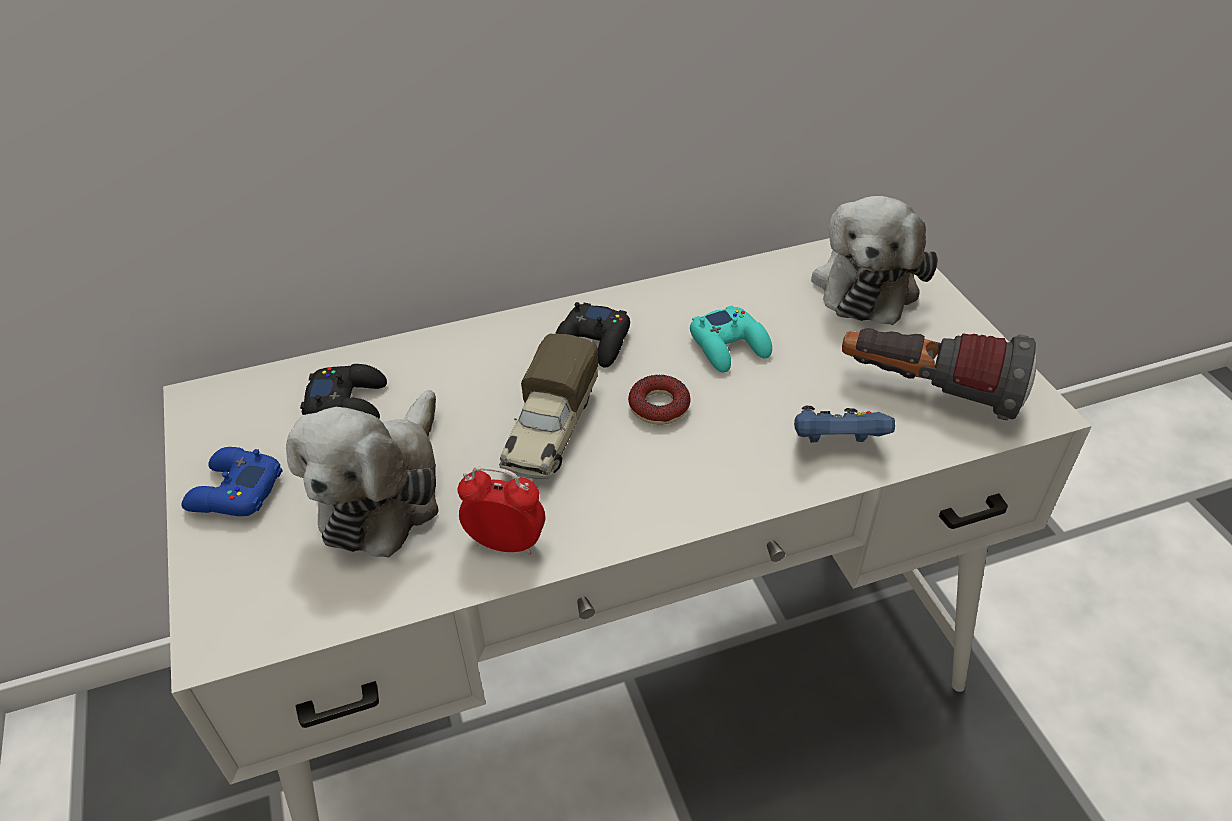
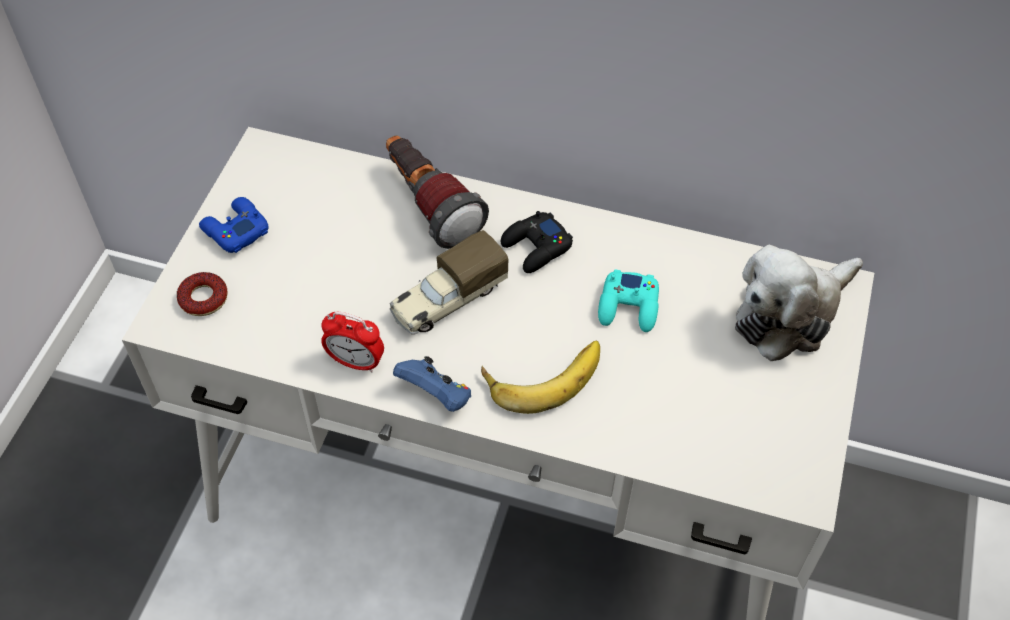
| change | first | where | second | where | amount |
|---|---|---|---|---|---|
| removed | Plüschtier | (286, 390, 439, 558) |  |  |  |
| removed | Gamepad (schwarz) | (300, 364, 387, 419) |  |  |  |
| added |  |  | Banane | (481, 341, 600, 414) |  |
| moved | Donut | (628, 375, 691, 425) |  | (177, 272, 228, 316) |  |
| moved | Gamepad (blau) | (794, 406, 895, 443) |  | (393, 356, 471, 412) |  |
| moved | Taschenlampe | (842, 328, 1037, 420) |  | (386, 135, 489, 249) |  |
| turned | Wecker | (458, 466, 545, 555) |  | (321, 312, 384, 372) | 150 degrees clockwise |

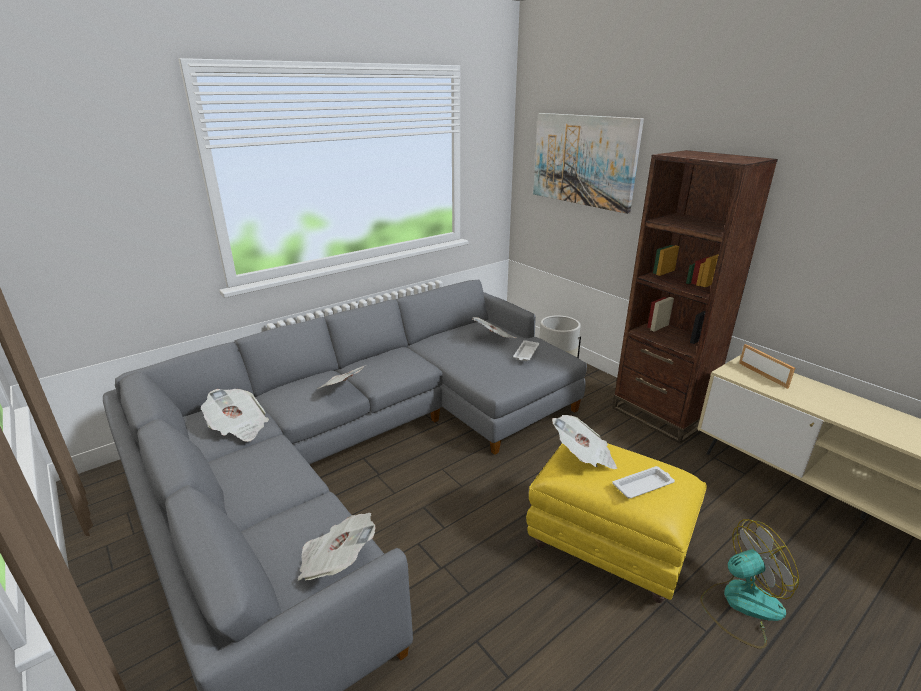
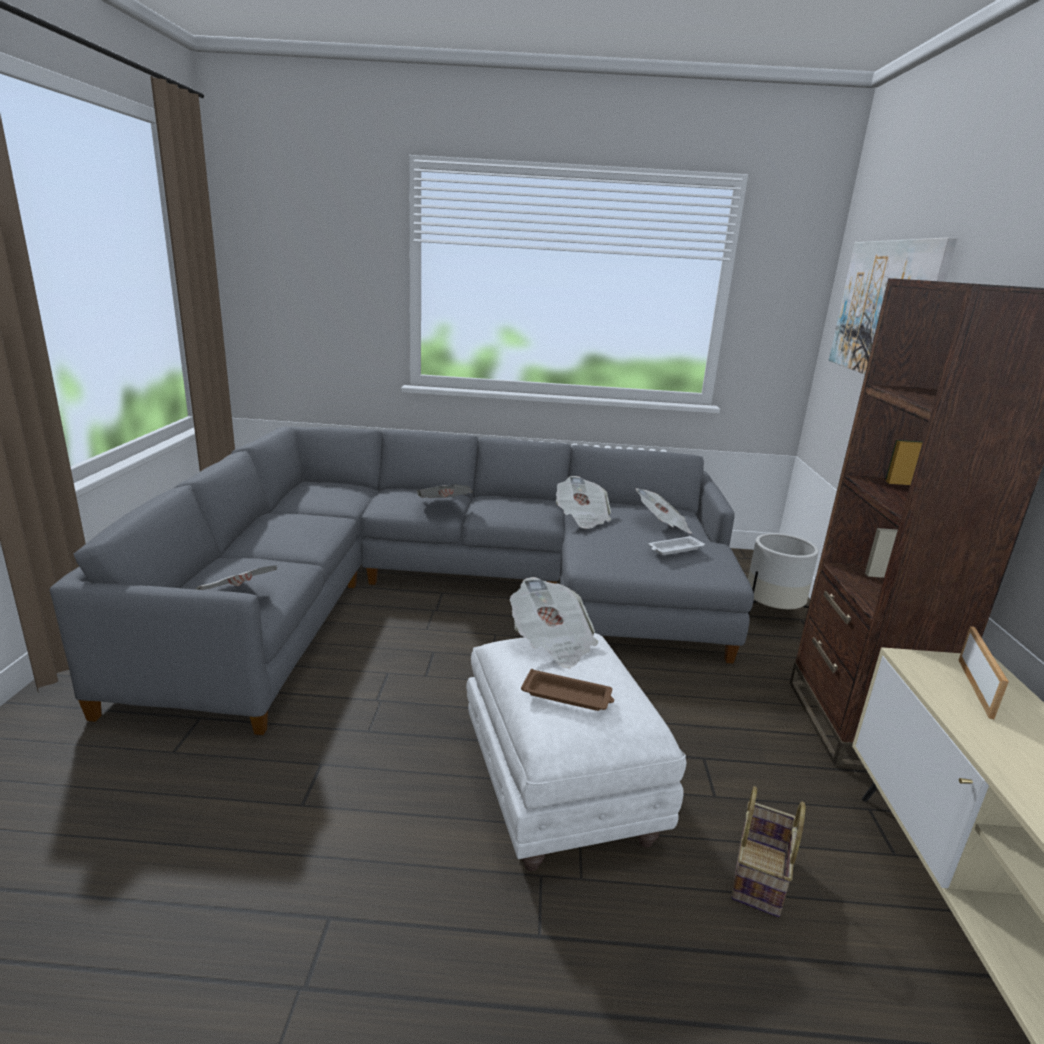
| change | first | where | second | where | amount |
|---|---|---|---|---|---|
| removed | Ventilator | (700, 519, 799, 649) |  |  |  |
| added |  |  | Korb | (731, 786, 806, 917) |  |
| moved | Zeitung | (201, 389, 269, 442) |  | (556, 476, 611, 529) |  |
| recoloured | Polsterhocker (gelb) | (526, 443, 707, 603) | Polsterhocker (weiß) | (466, 633, 686, 871) |  |
| recoloured | Tablett (weiß) | (612, 466, 675, 499) | Tablett (braun) | (521, 669, 614, 711) |  |

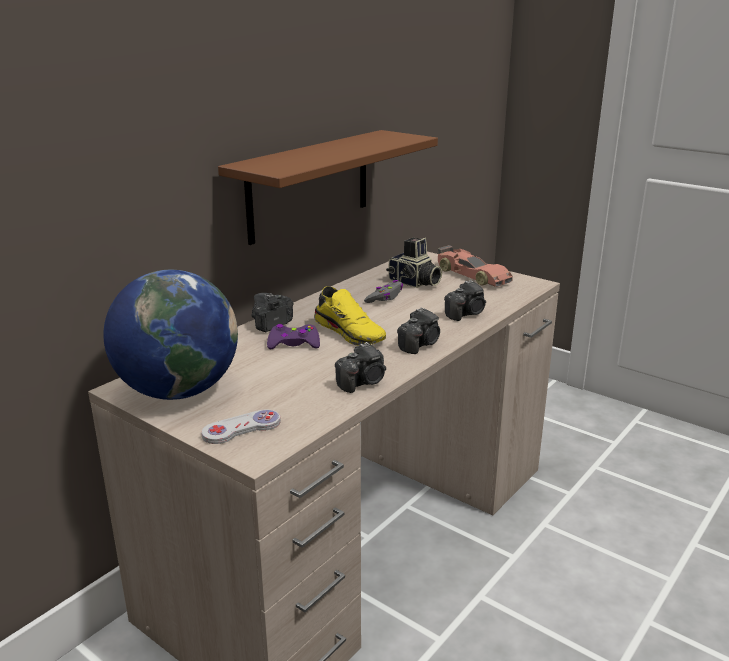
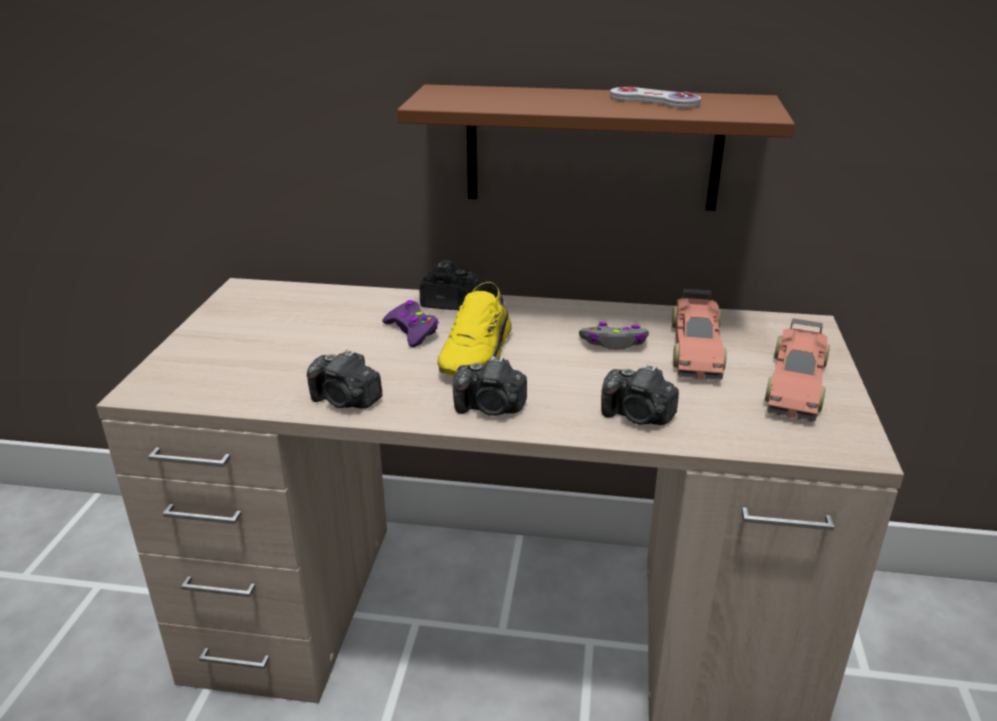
| change | first | where | second | where | amount |
|---|---|---|---|---|---|
| removed | Globus | (103, 270, 238, 400) |  |  |  |
| moved | Gamepad (weiß) | (201, 409, 281, 444) |  | (610, 86, 701, 108) |  |
| replaced | Kamera | (386, 238, 442, 288) | Spielzeugauto | (672, 289, 727, 381) |  |

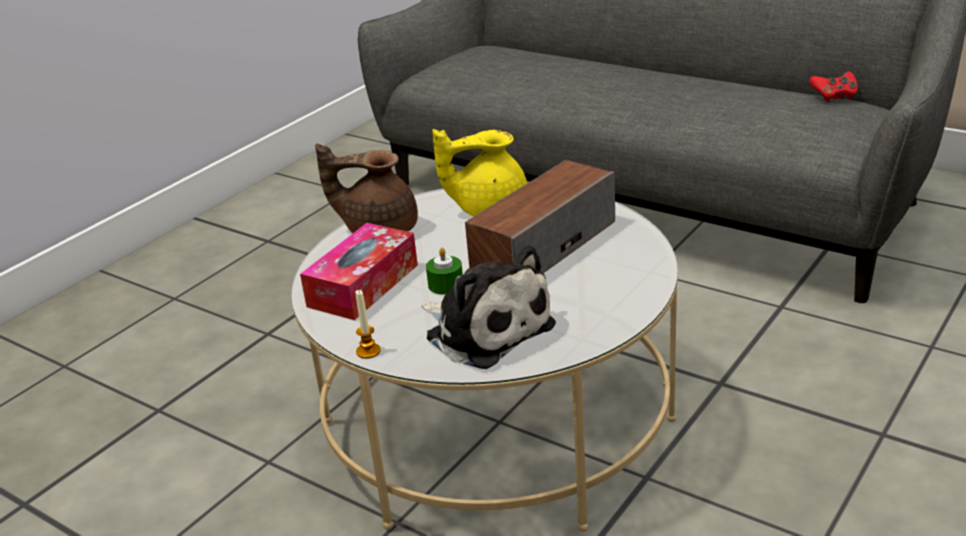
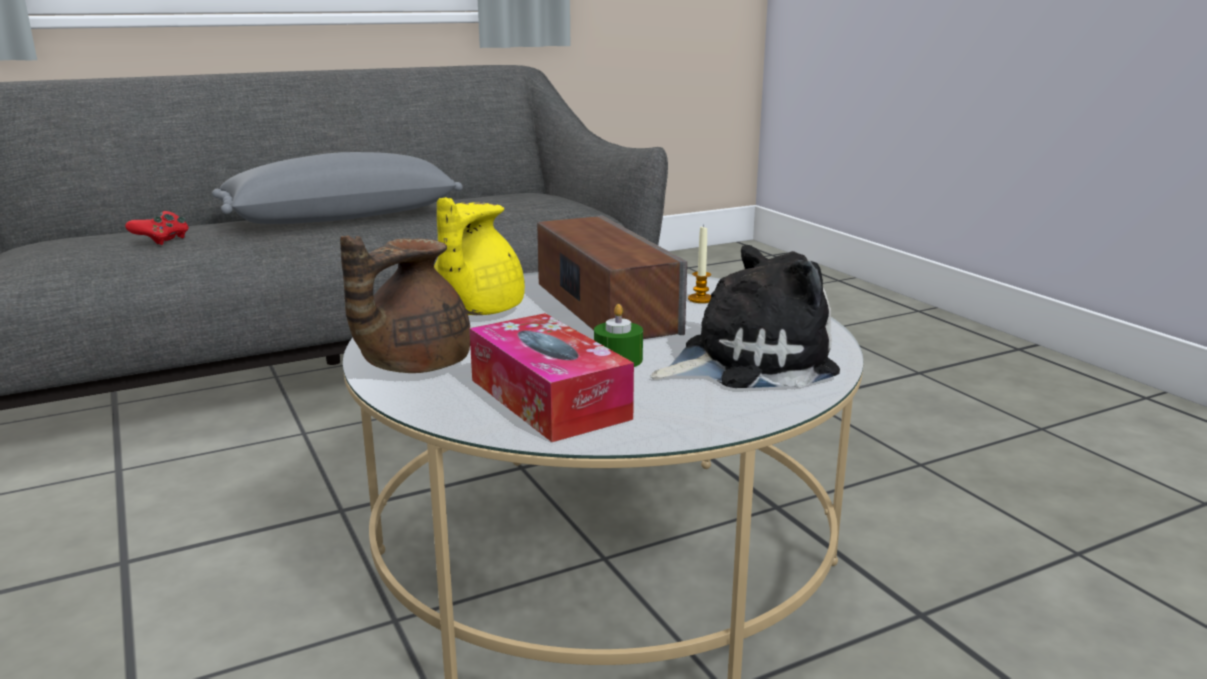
| change | first | where | second | where | amount |
|---|---|---|---|---|---|
| added |  |  | Kissen (grau) | (212, 152, 463, 224) |  |
| moved | Kerze | (355, 290, 381, 359) |  | (688, 225, 711, 303) |  |
| moved | Gamepad (rot) | (809, 72, 858, 102) |  | (125, 211, 189, 245) |  |

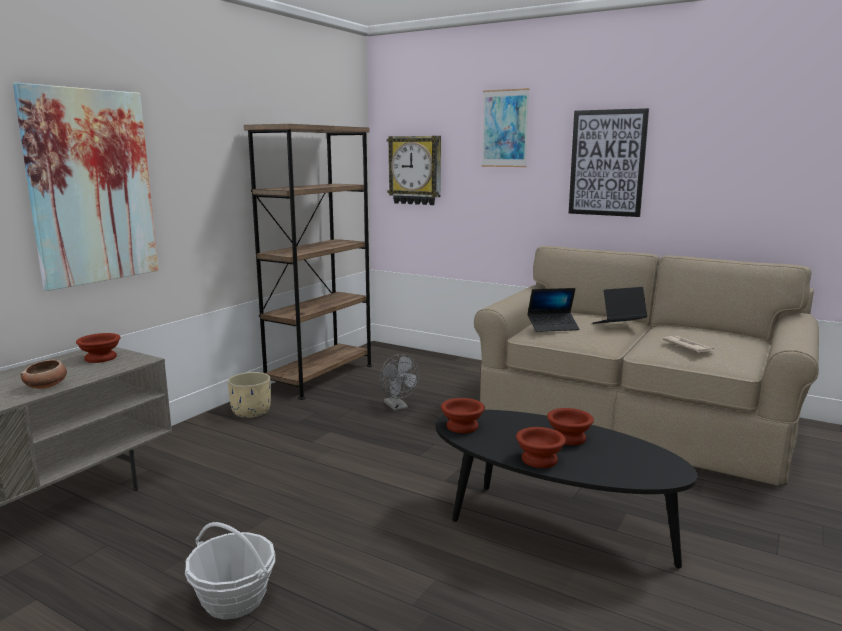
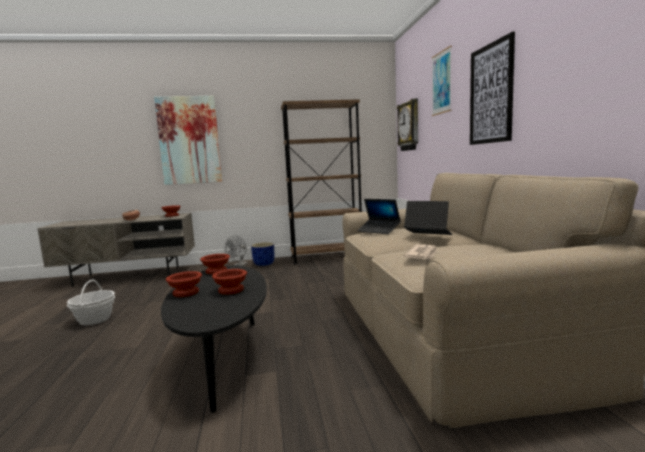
| change | first | where | second | where | amount |
|---|---|---|---|---|---|
| moved | Ventilator (grau) | (380, 354, 420, 411) |  | (225, 235, 248, 266) |  |
| recoloured | Pflanzkübel (beige) | (228, 372, 271, 418) | Pflanzkübel (blau) | (251, 242, 274, 266) |  |

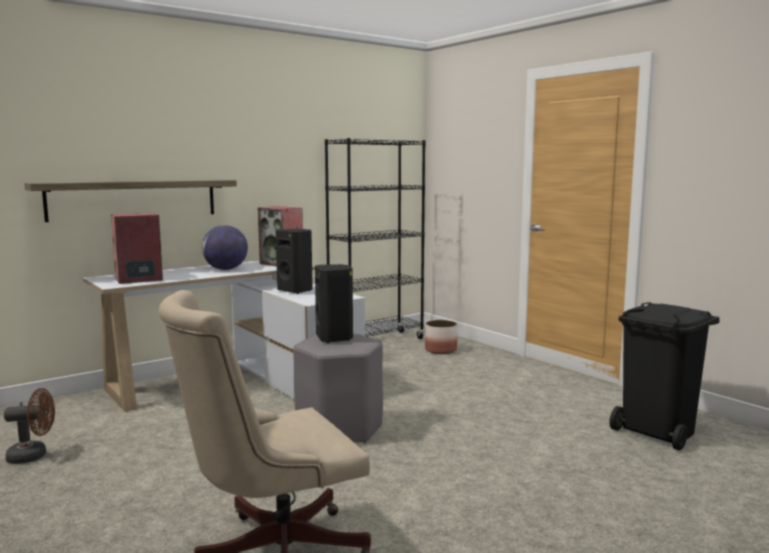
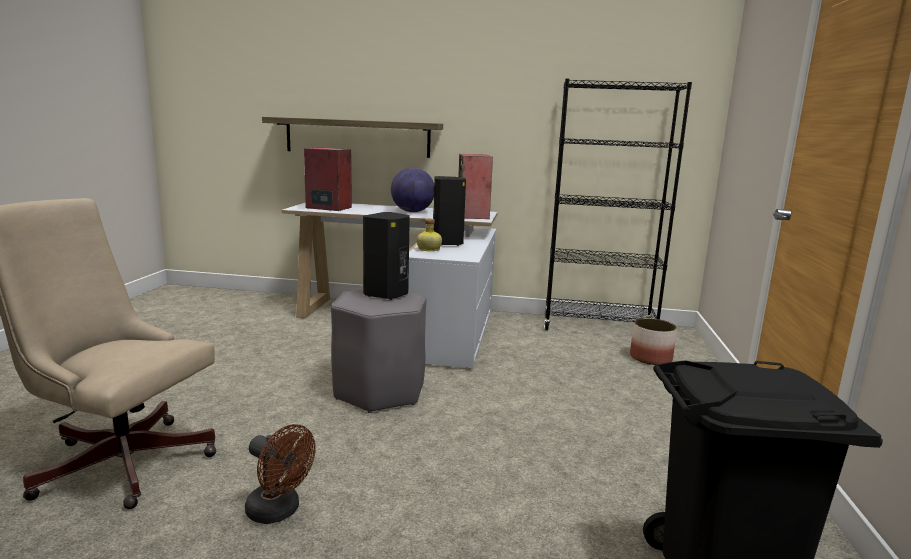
| change | first | where | second | where | amount |
|---|---|---|---|---|---|
| added |  |  | Flasche | (417, 218, 442, 251) |  |
| moved | Ventilator (braun) | (4, 388, 55, 464) |  | (245, 424, 316, 524) |  |

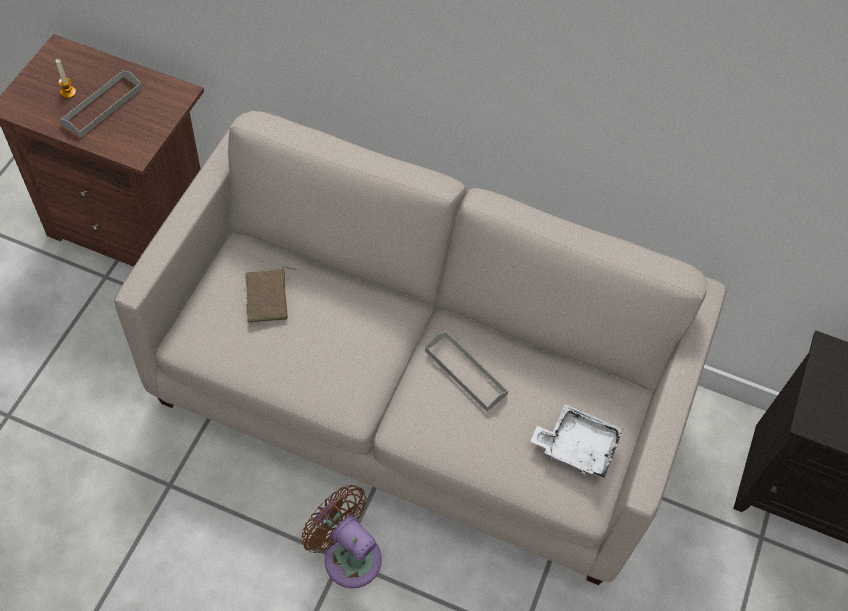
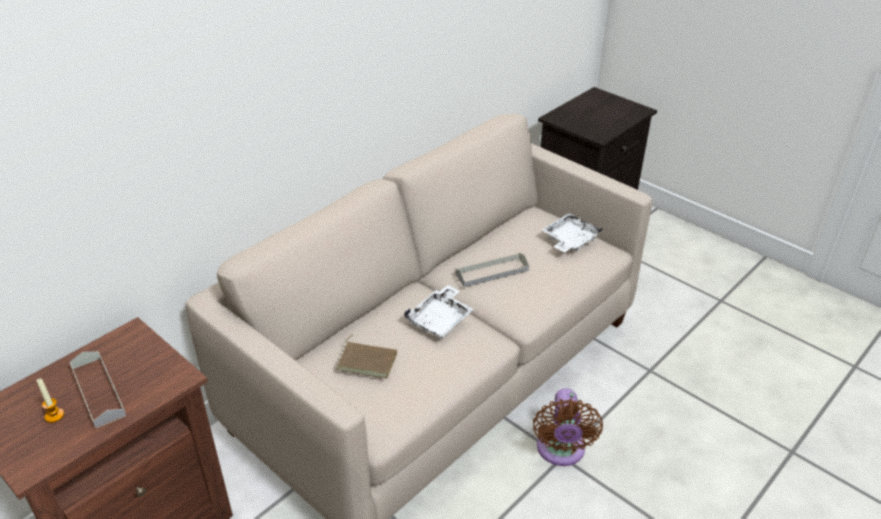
| change | first | where | second | where | amount |
|---|---|---|---|---|---|
| added |  |  | Tablett (weiß) | (404, 285, 474, 339) |  |
| turned | Ventilator (braun) | (301, 485, 382, 588) |  | (533, 388, 603, 466) | 60 degrees counterclockwise |

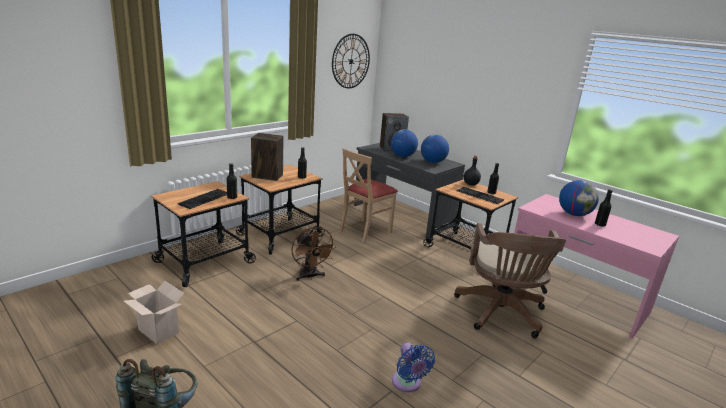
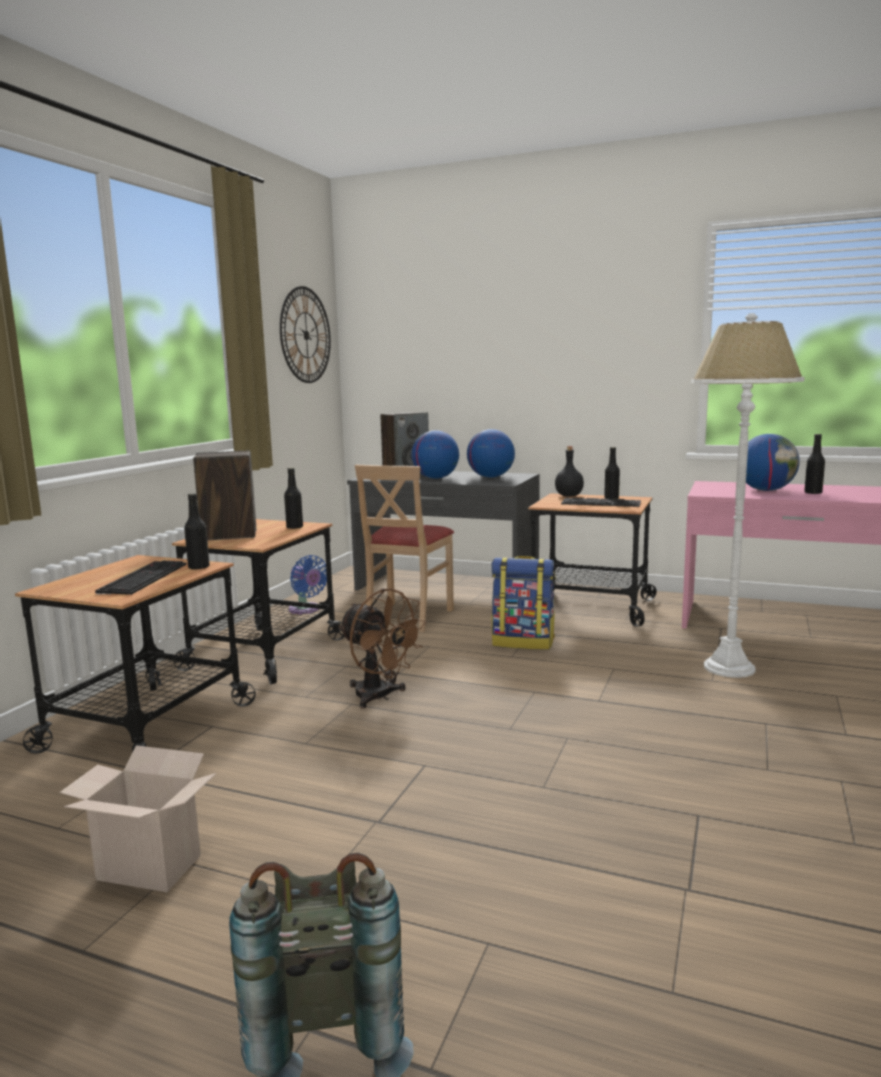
| change | first | where | second | where | amount |
|---|---|---|---|---|---|
| added |  |  | Rucksack | (491, 556, 555, 650) |  |
| moved | Ventilator (blau) | (392, 343, 435, 392) |  | (289, 555, 327, 614) |  |
| replaced | Bürostuhl (braun) | (454, 223, 566, 338) | Stehlampe (weiß) | (691, 313, 805, 678) |  |

